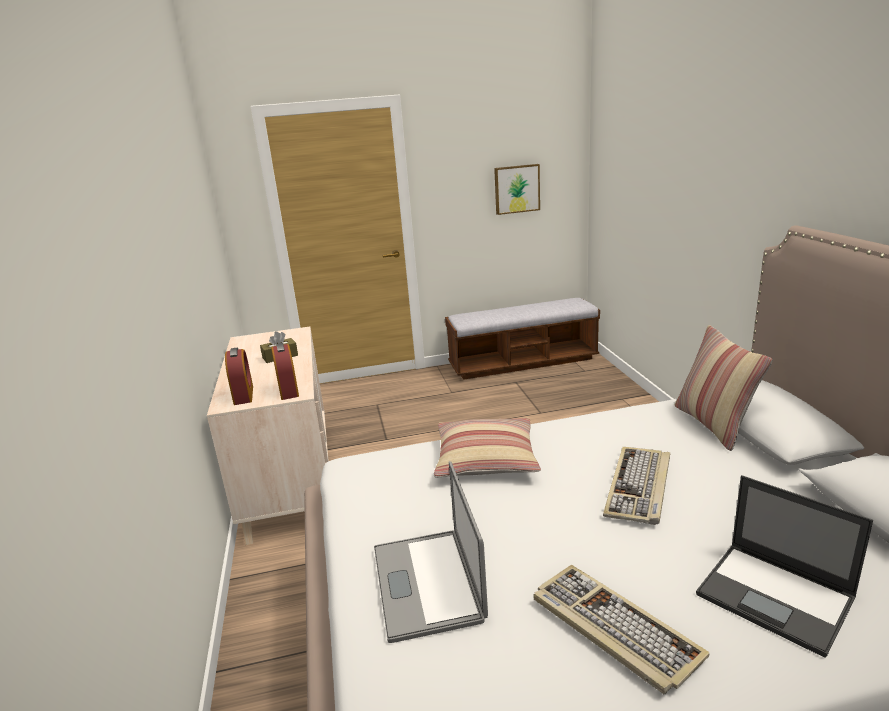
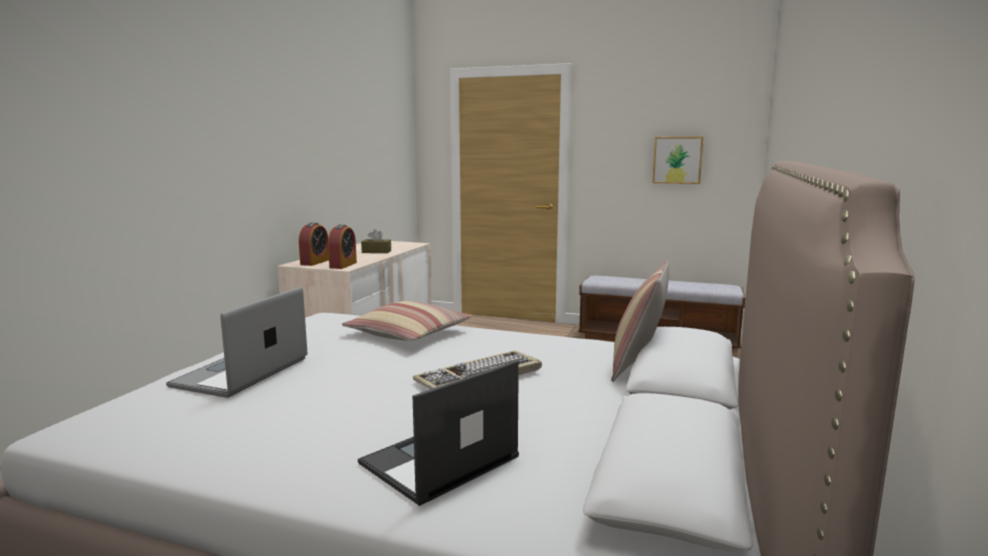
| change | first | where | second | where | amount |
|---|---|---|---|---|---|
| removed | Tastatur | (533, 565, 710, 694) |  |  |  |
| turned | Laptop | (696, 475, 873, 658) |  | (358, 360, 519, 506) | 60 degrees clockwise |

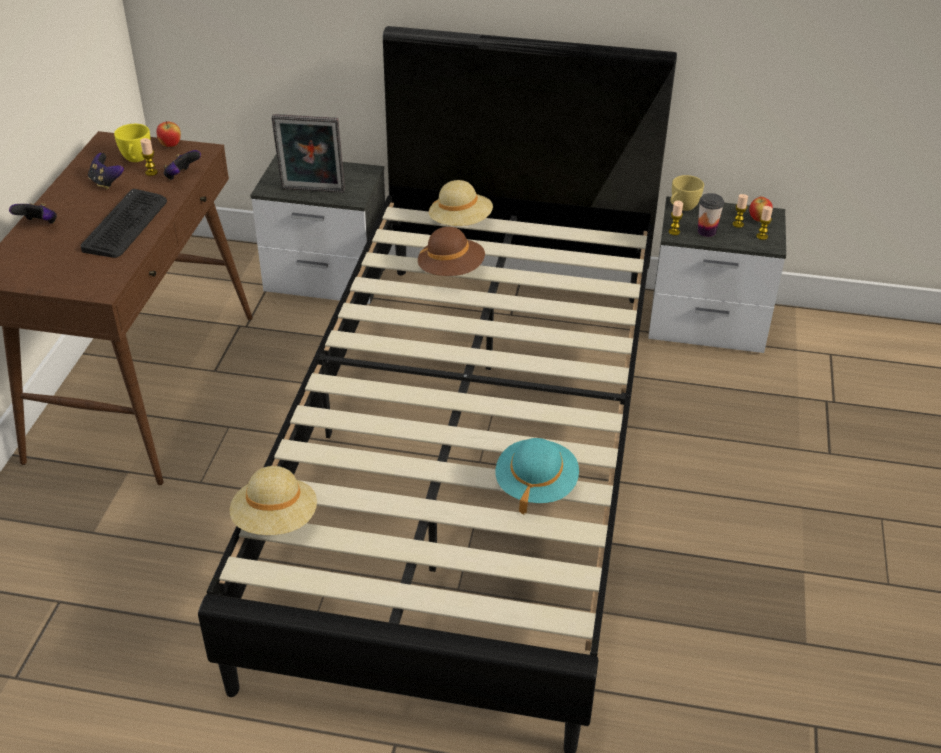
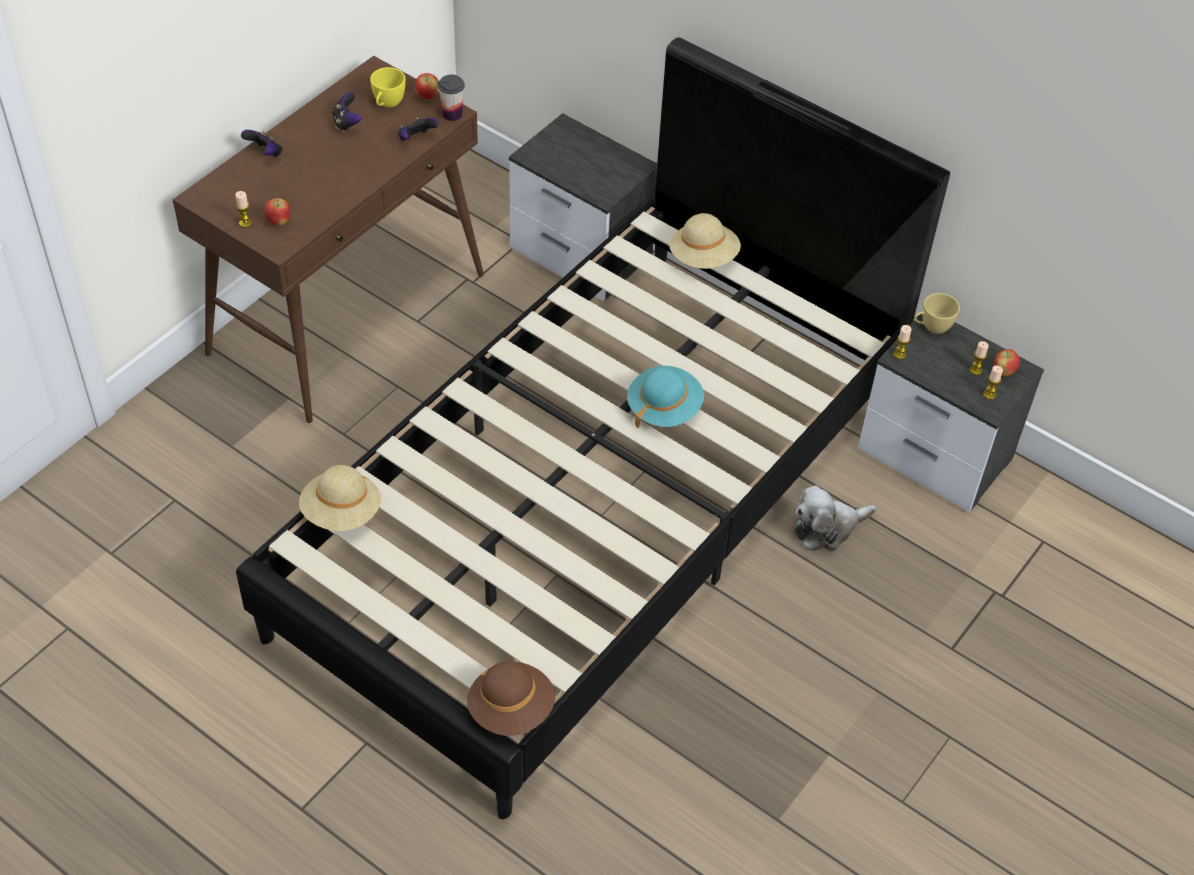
| change | first | where | second | where | amount |
|---|---|---|---|---|---|
| removed | Tastatur | (80, 189, 167, 258) |  |  |  |
| removed | Bilderrahmen | (271, 114, 345, 193) |  |  |  |
| added |  |  | Apfel | (264, 198, 290, 226) |  |
| added |  |  | Plüschtier | (794, 486, 876, 551) |  |
| moved | Kerze | (140, 138, 158, 176) |  | (235, 191, 252, 228) |  |
| moved | Hut (braun) | (418, 227, 485, 276) |  | (467, 661, 556, 736) |  |
| moved | Hut (türkis) | (495, 438, 579, 515) |  | (627, 366, 704, 428) |  |
| moved | Tasse | (698, 193, 724, 237) |  | (438, 74, 465, 121) |  |

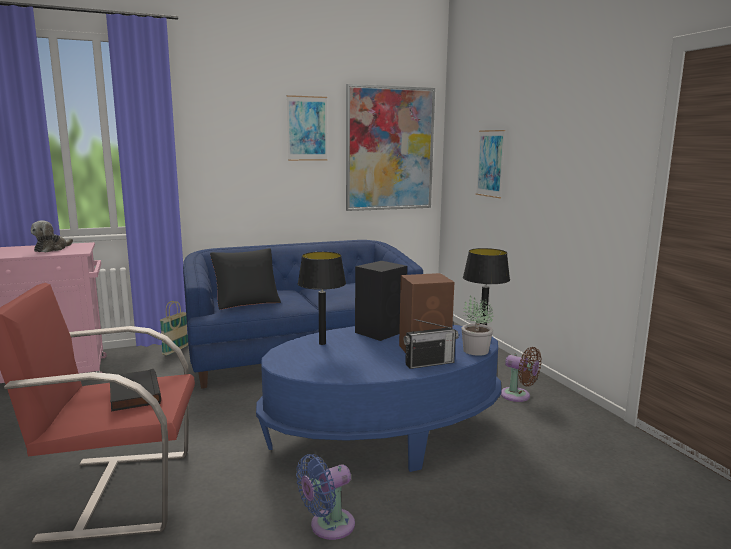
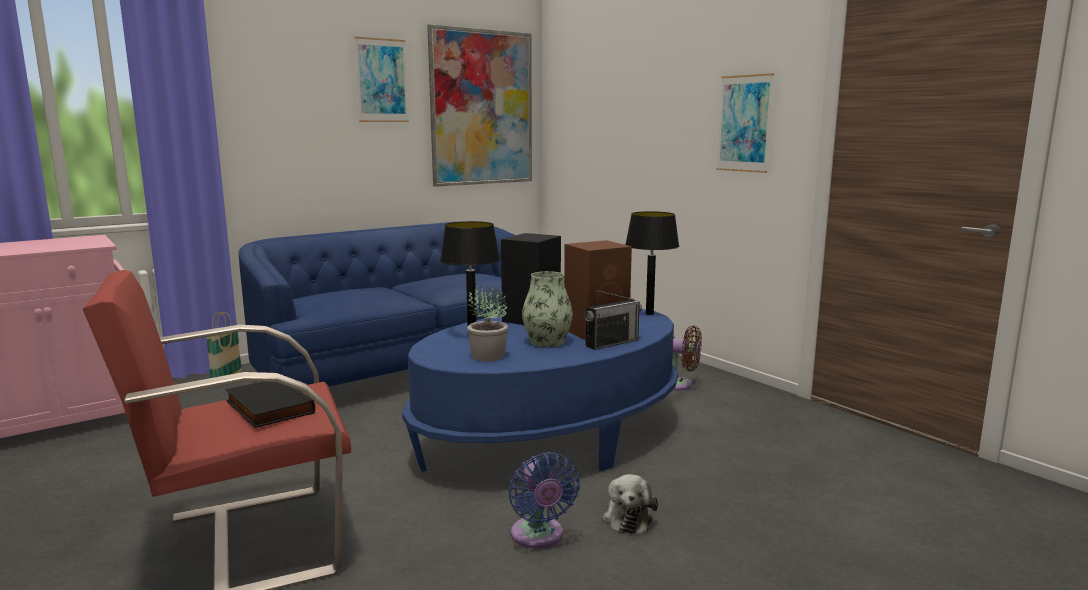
| change | first | where | second | where | amount |
|---|---|---|---|---|---|
| removed | Kissen (schwarz) | (210, 248, 281, 310) |  |  |  |
| added |  |  | Vase | (522, 271, 573, 347) |  |
| moved | Plüschtier | (31, 220, 73, 252) |  | (603, 474, 658, 534) |  |
| moved | Topfpflanze | (462, 295, 493, 356) |  | (467, 284, 508, 361) |  |
| moved | Bild | (476, 130, 505, 198) |  | (716, 73, 774, 173) |  |
| turned | Ventilator (blau) | (296, 454, 355, 540) |  | (508, 452, 580, 548) | 60 degrees counterclockwise |

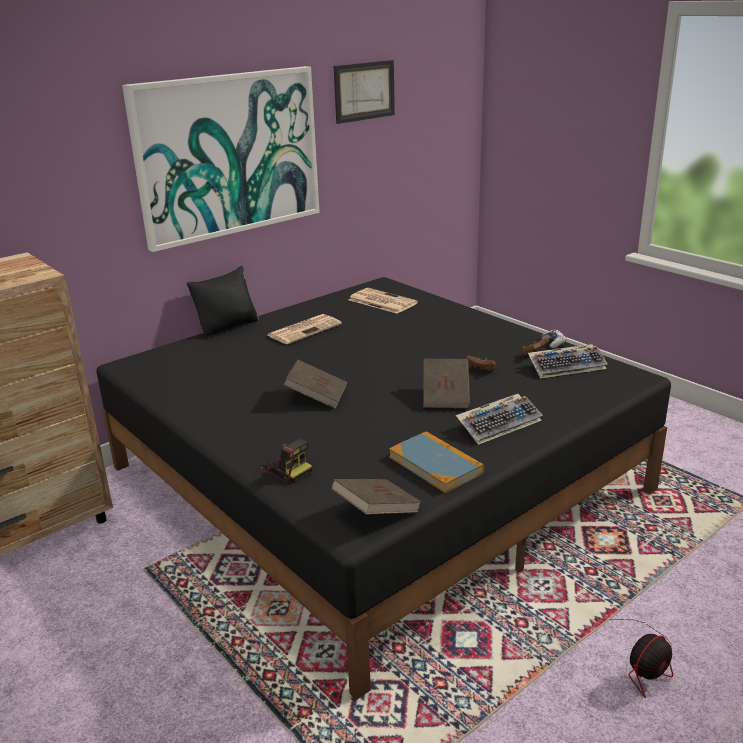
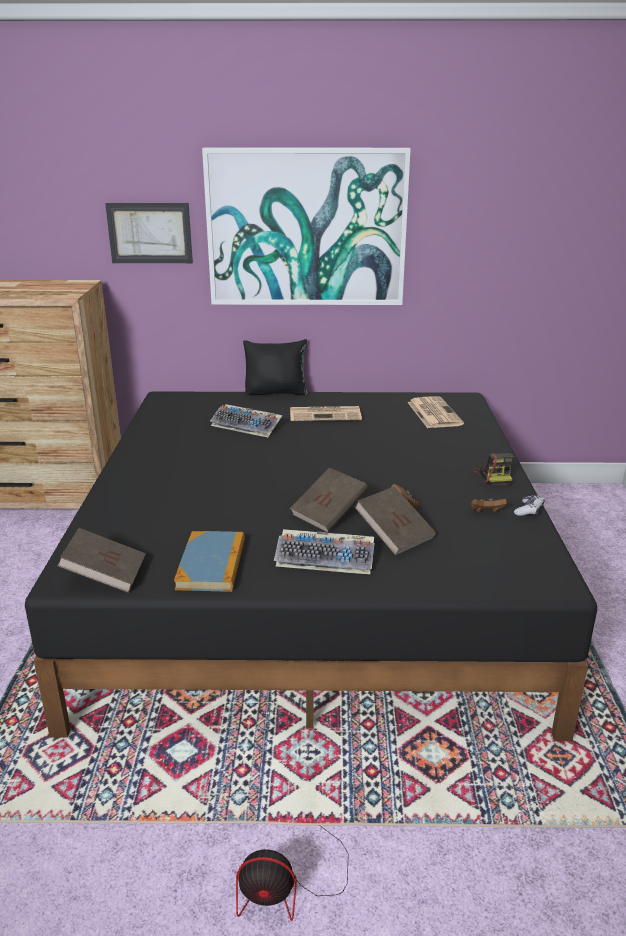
| change | first | where | second | where | amount |
|---|---|---|---|---|---|
| moved | Kamera | (261, 439, 312, 483) |  | (473, 453, 514, 486) |  |
| moved | Buch (braun) | (283, 360, 348, 409) |  | (355, 486, 436, 556) |  |
| moved | Bild | (334, 60, 395, 124) |  | (105, 203, 193, 263) |  |
| moved | Tastatur | (528, 344, 608, 379) |  | (210, 404, 282, 437) |  |

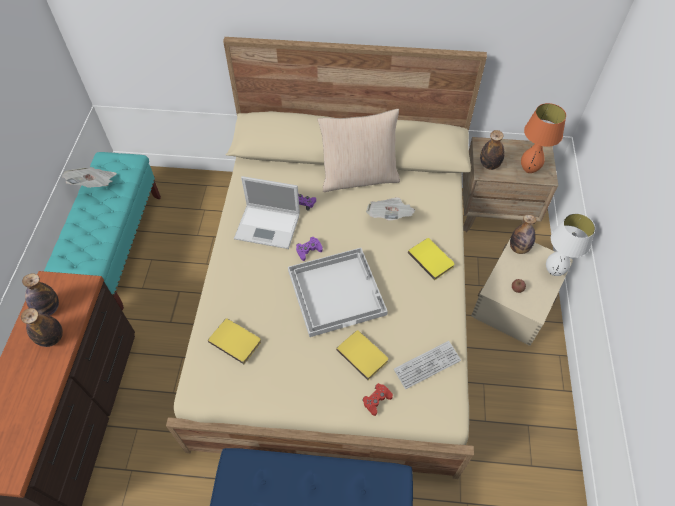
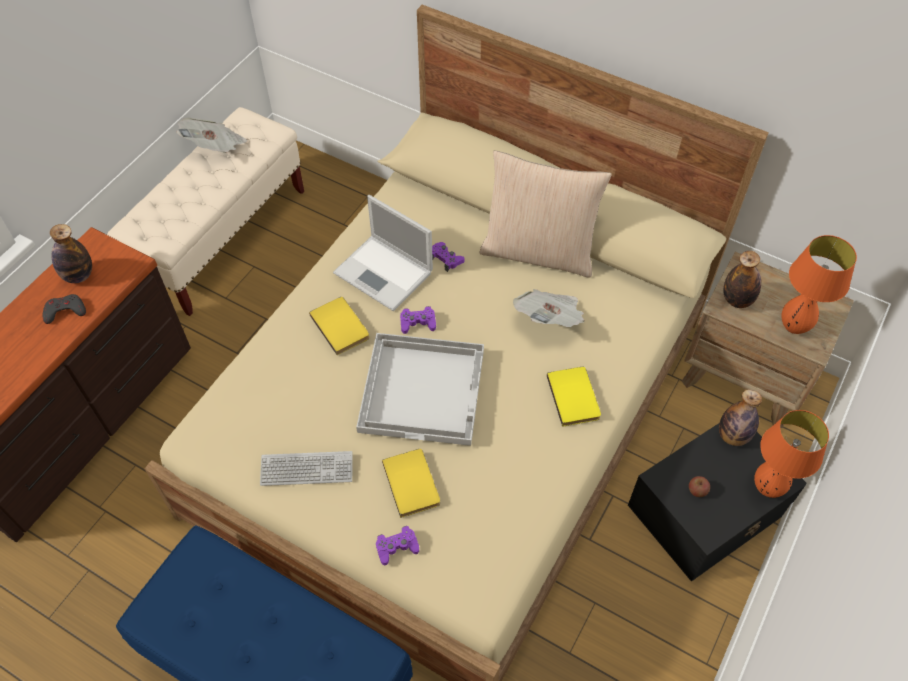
| change | first | where | second | where | amount |
|---|---|---|---|---|---|
| moved | Buch (gelb) | (208, 318, 261, 364) |  | (309, 297, 369, 355) |  |
| moved | Tastatur | (394, 341, 461, 389) |  | (260, 451, 353, 486) |  |
| replaced | Flasche | (21, 308, 63, 347) | Gamepad (grau) | (43, 294, 86, 324) |  |
| recoloured | Bank (türkis) | (44, 152, 161, 310) | Bank (beige) | (107, 107, 304, 316) |  |
| recoloured | Gamepad (rot) | (362, 383, 393, 416) | Gamepad (lila) | (376, 526, 419, 565) |  |
| recoloured | Aufbewahrungsbox (beige) | (471, 240, 573, 346) | Aufbewahrungsbox (schwarz) | (628, 423, 806, 582) |  |
| recoloured | Tischlampe (weiß) | (546, 213, 595, 276) | Tischlampe (orange) | (754, 410, 829, 498) |  |

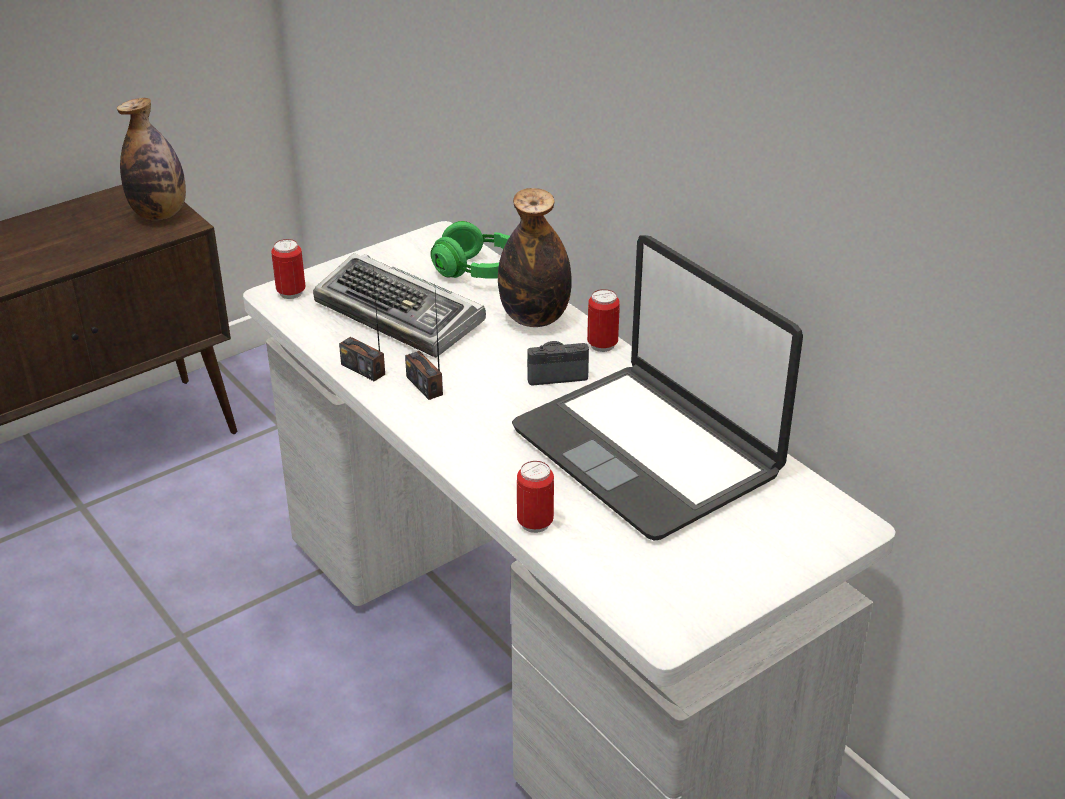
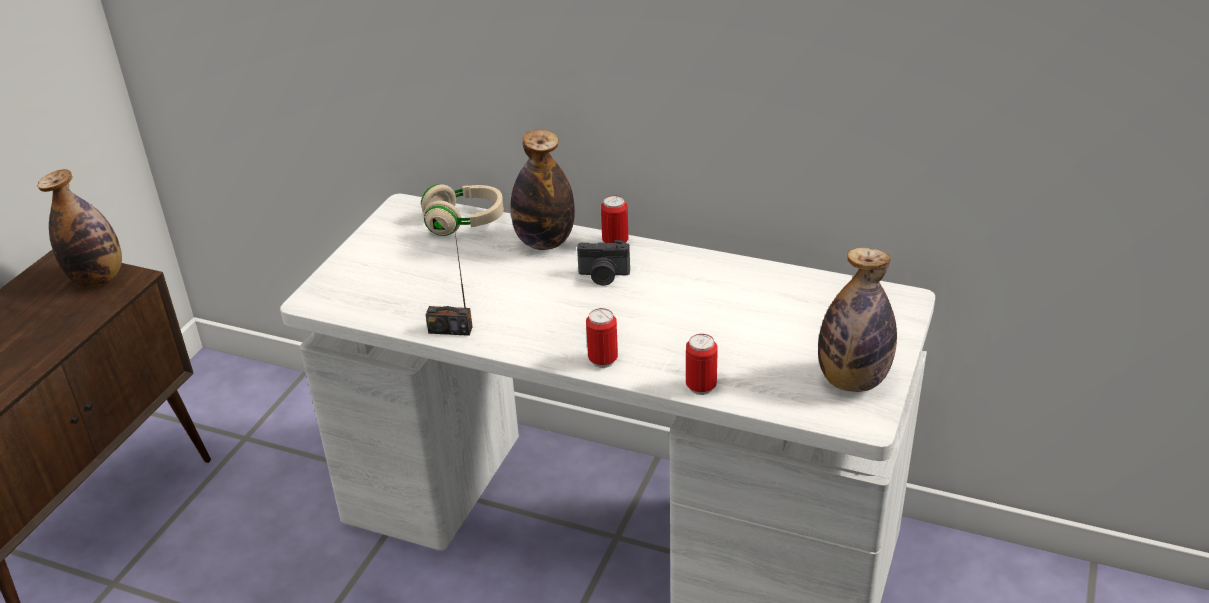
| change | first | where | second | where | amount |
|---|---|---|---|---|---|
| removed | Tastatur | (313, 253, 486, 358) |  |  |  |
| removed | Radio | (405, 292, 443, 400) |  |  |  |
| removed | Laptop | (512, 235, 803, 540) |  |  |  |
| added |  |  | Flasche | (818, 248, 897, 392) |  |
| moved | Dose | (271, 239, 305, 299) |  | (586, 308, 618, 368) |  |
| recoloured | Kopfhörer (grün) | (431, 221, 510, 279) | Kopfhörer (beige) | (421, 184, 504, 236) |  |
| turned | Kamera | (527, 341, 589, 385) |  | (577, 240, 630, 286) | 135 degrees counterclockwise |

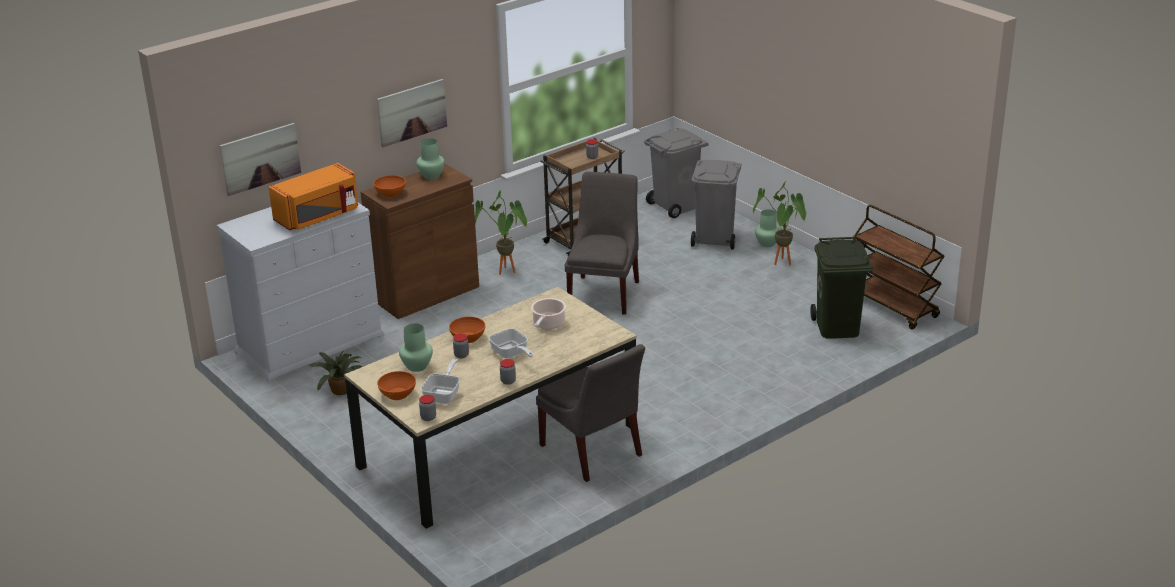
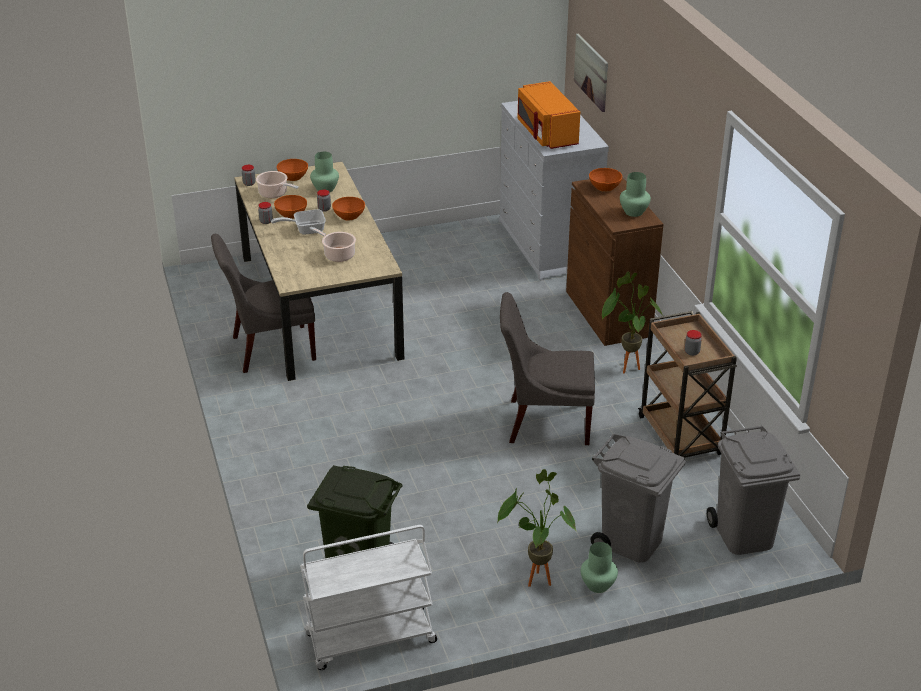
| change | first | where | second | where | amount |
|---|---|---|---|---|---|
| removed | Topfpflanze | (309, 351, 363, 395) |  |  |  |
| removed | Bild | (377, 79, 447, 147) |  |  |  |
| added |  |  | Schüssel (orange) | (274, 195, 307, 219) |  |
| replaced | Pfanne | (420, 359, 460, 404) | Kochtopf | (256, 171, 299, 198) |  |
| recoloured | Rollwagen (braun) | (853, 205, 945, 330) | Rollwagen (weiß) | (300, 525, 437, 670) |  |
| turned | Stuhl (grau) | (565, 172, 639, 315) |  | (500, 292, 595, 445) | 150 degrees clockwise |

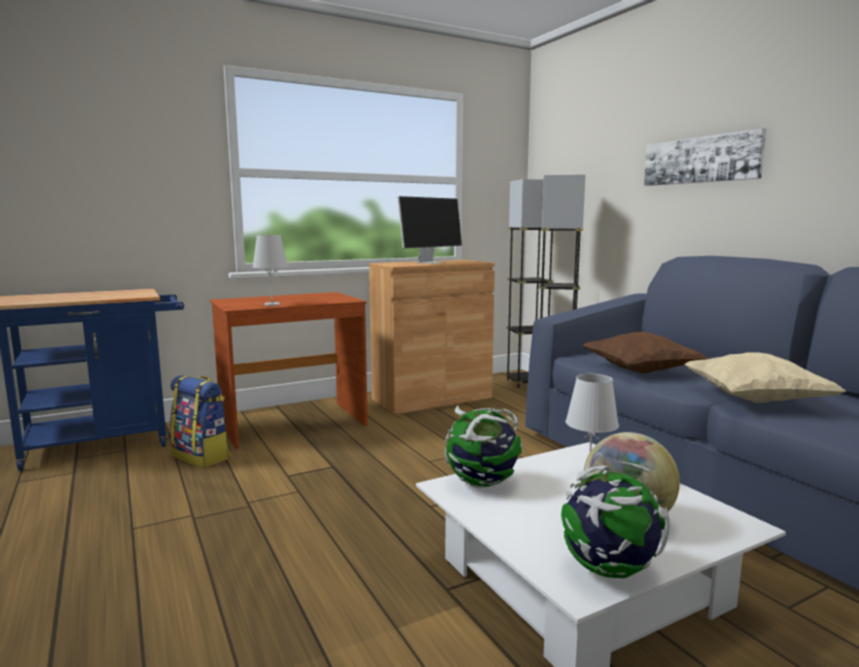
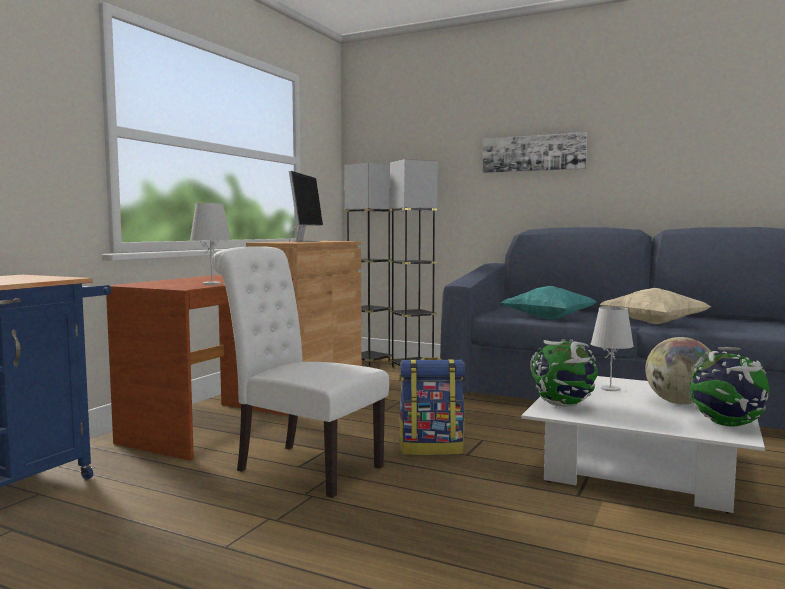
| change | first | where | second | where | amount |
|---|---|---|---|---|---|
| added |  |  | Stuhl (weiß) | (212, 246, 389, 498) |  |
| moved | Rucksack | (170, 375, 231, 468) |  | (399, 357, 465, 455) |  |
| recoloured | Kissen (braun) | (582, 332, 709, 374) | Kissen (türkis) | (501, 286, 597, 320) |  |

